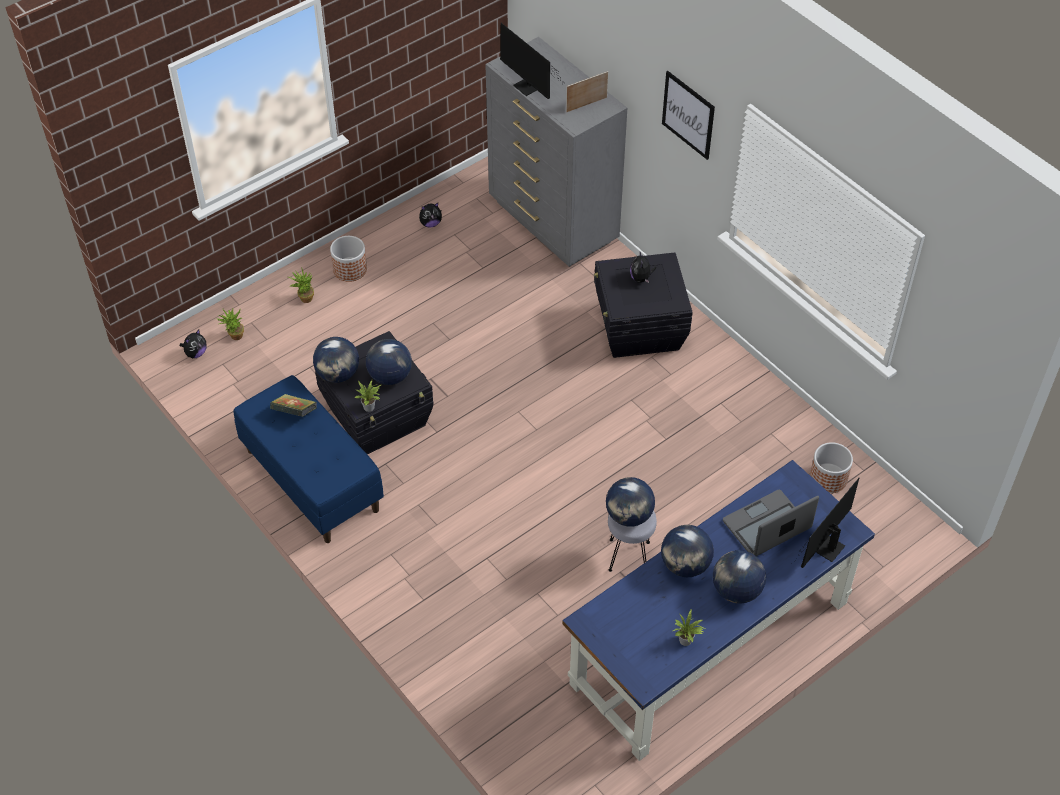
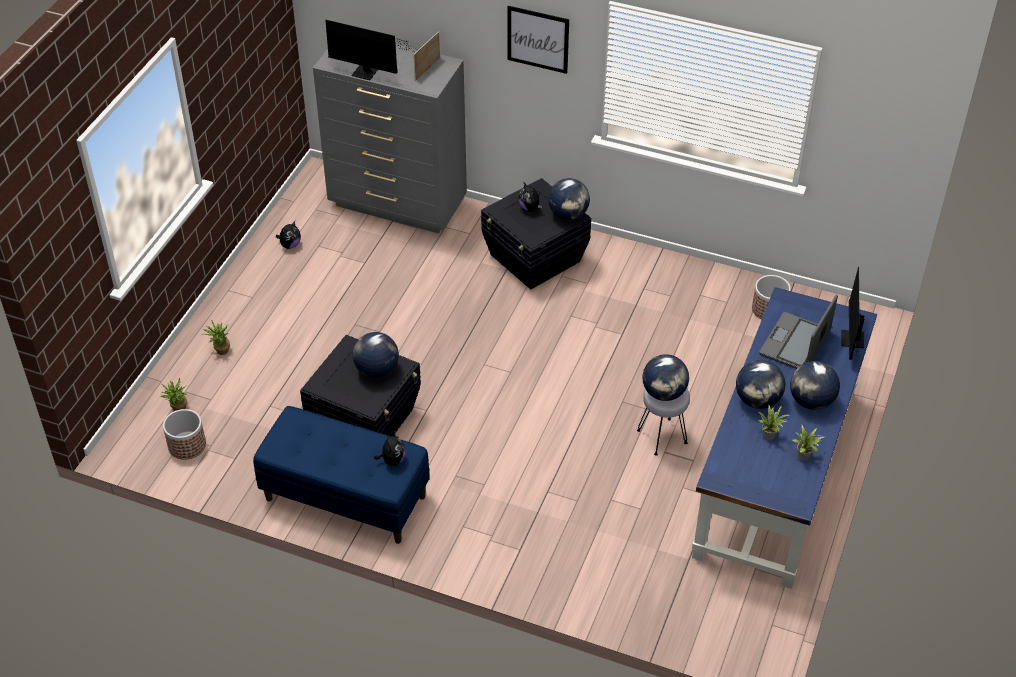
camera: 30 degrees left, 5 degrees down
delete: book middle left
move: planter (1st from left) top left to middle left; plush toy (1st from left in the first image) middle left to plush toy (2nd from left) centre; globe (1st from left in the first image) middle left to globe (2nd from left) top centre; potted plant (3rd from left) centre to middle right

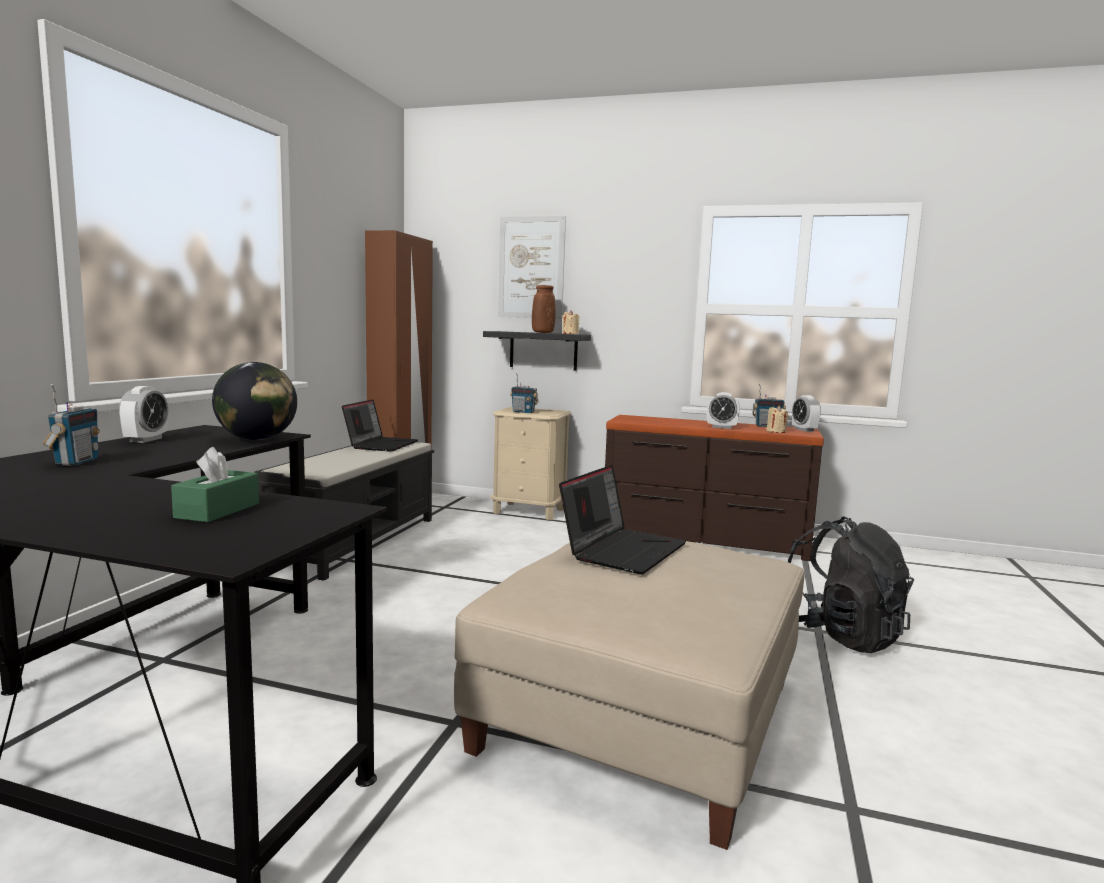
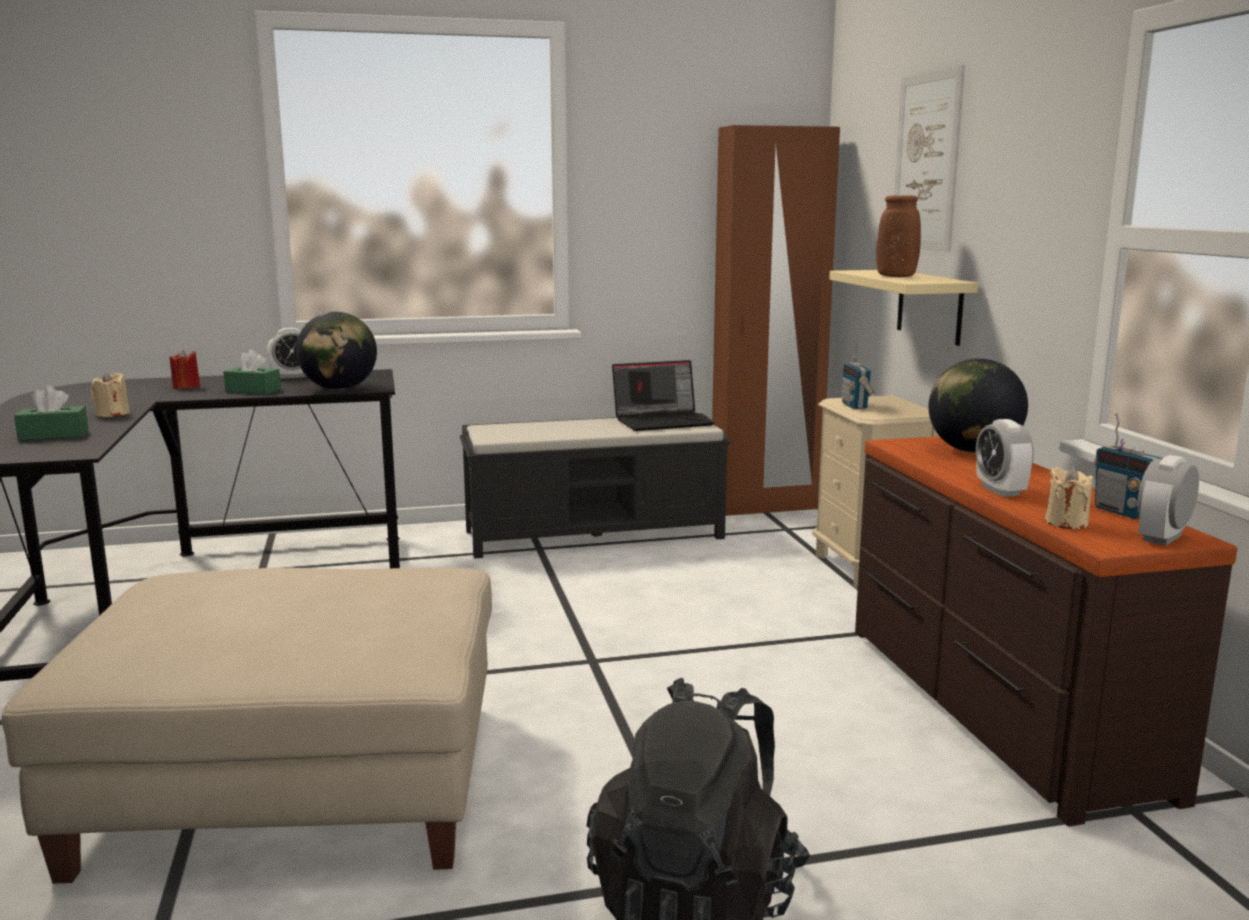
camera: 60 degrees right, 5 degrees up
delete: laptop (2nd from left) centre
insert: green tissue box (2nd from left) middle left; globe (2nd from left) middle right
move: beige candle (1st from left) centre to middle left
replace: radio (1st from left) middle left to red candle middle left
recolor: black shelf centre to beige shelf middle right

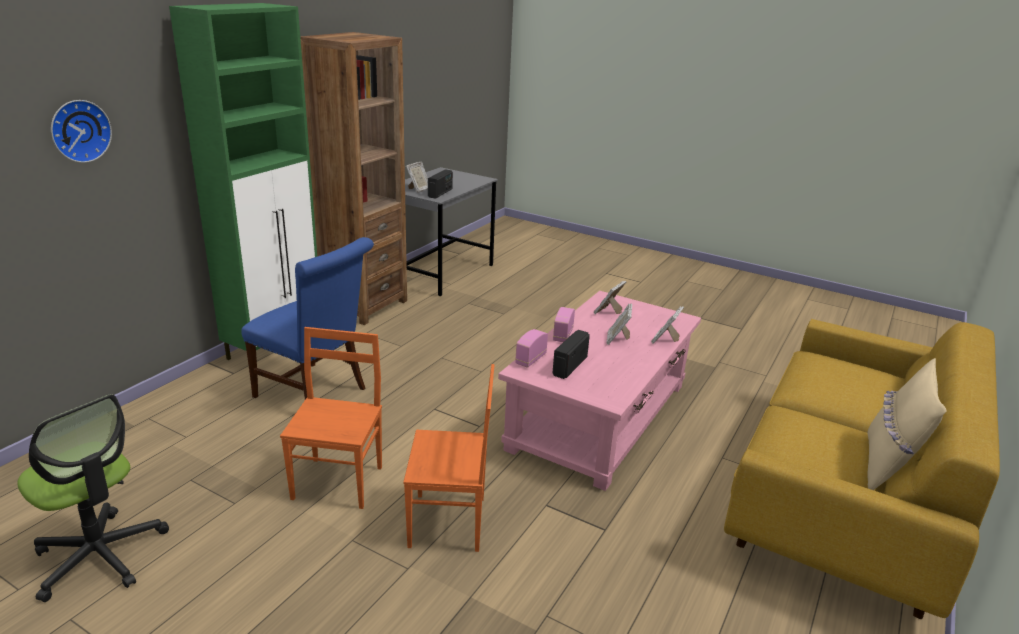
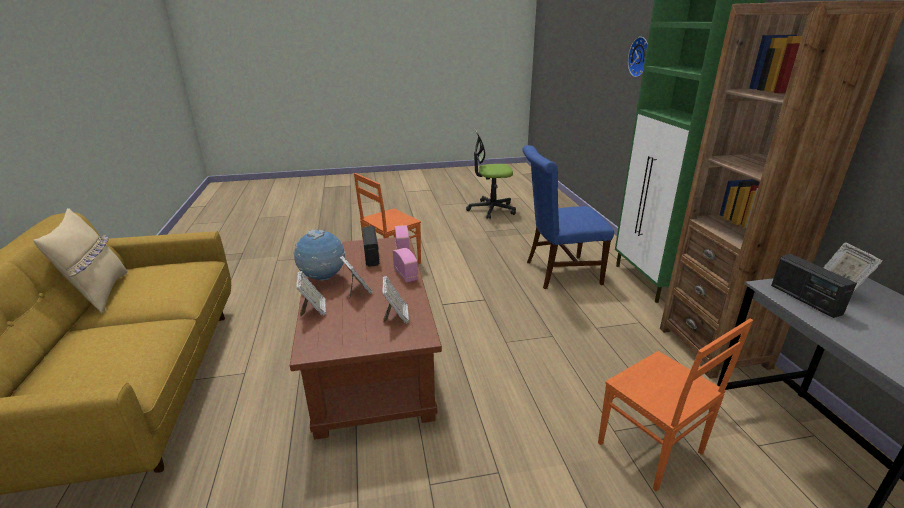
camera: 140 degrees right, 0 degrees up
insert: globe centre
move: orange chair (1st from left in the first image) middle left to orange chair (2nd from left) bottom right
recolor: pink coffee table centre to brown coffee table centre

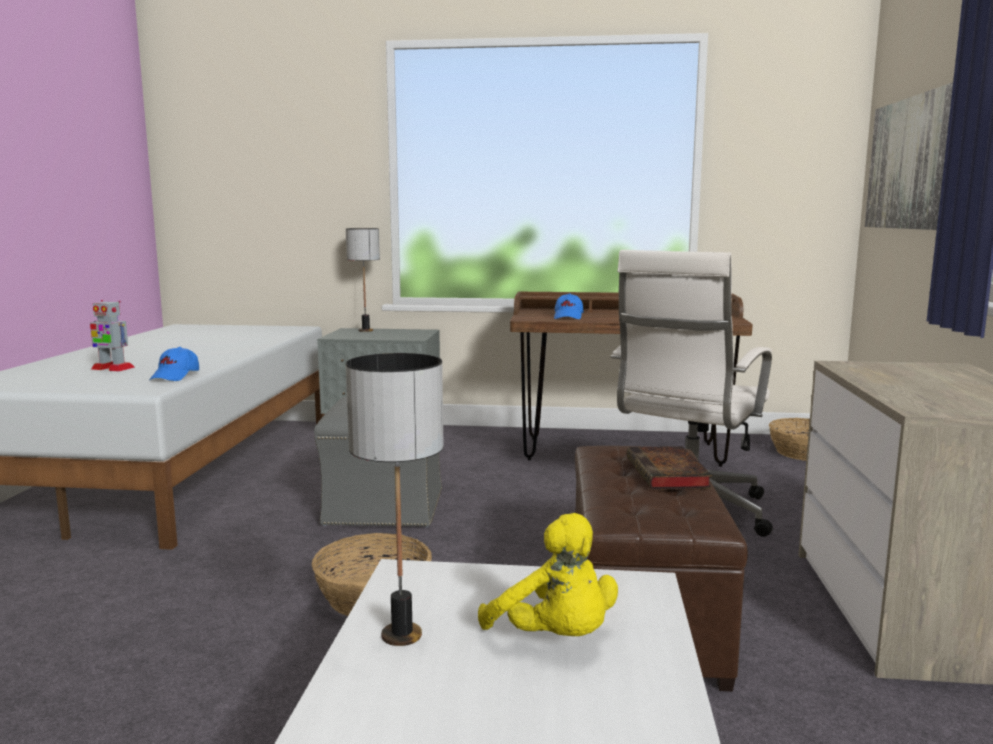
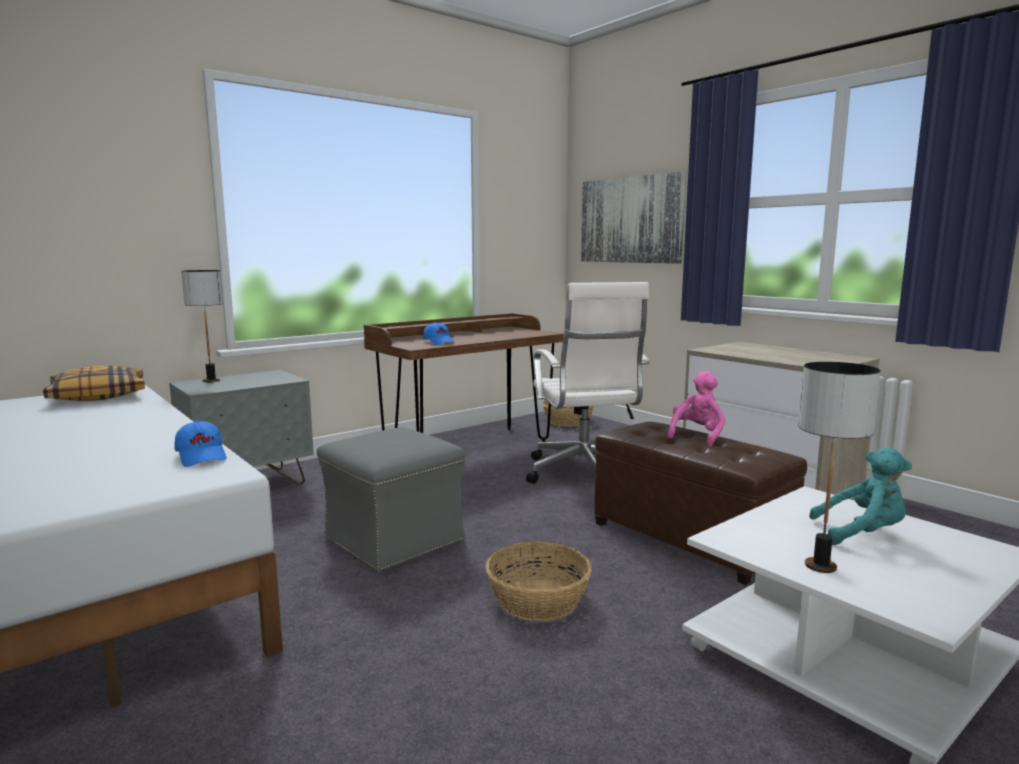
camera: 45 degrees left, 0 degrees up
delete: toy robot middle left
insert: pillow middle left
replace: book middle right to pink plush toy middle right
recolor: yellow plush toy bottom centre to turquoise plush toy middle right

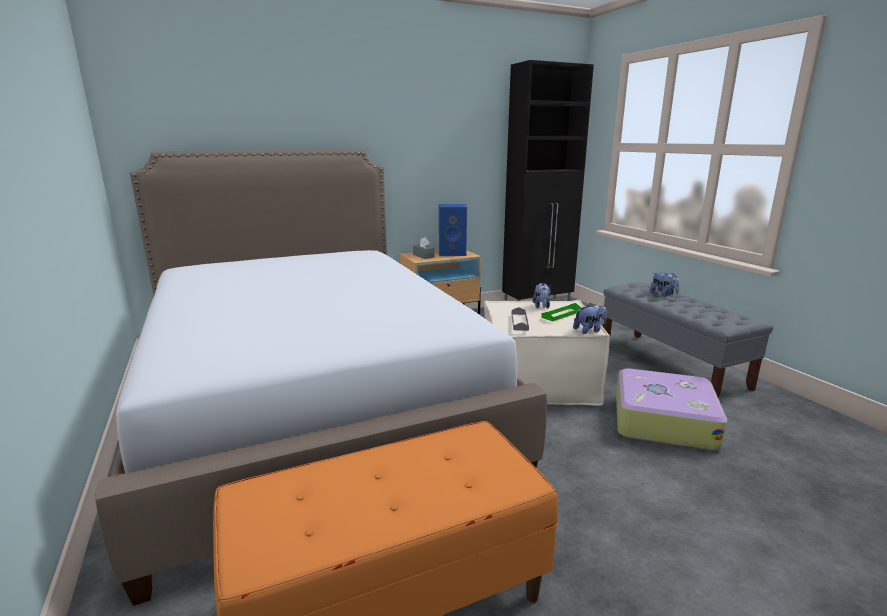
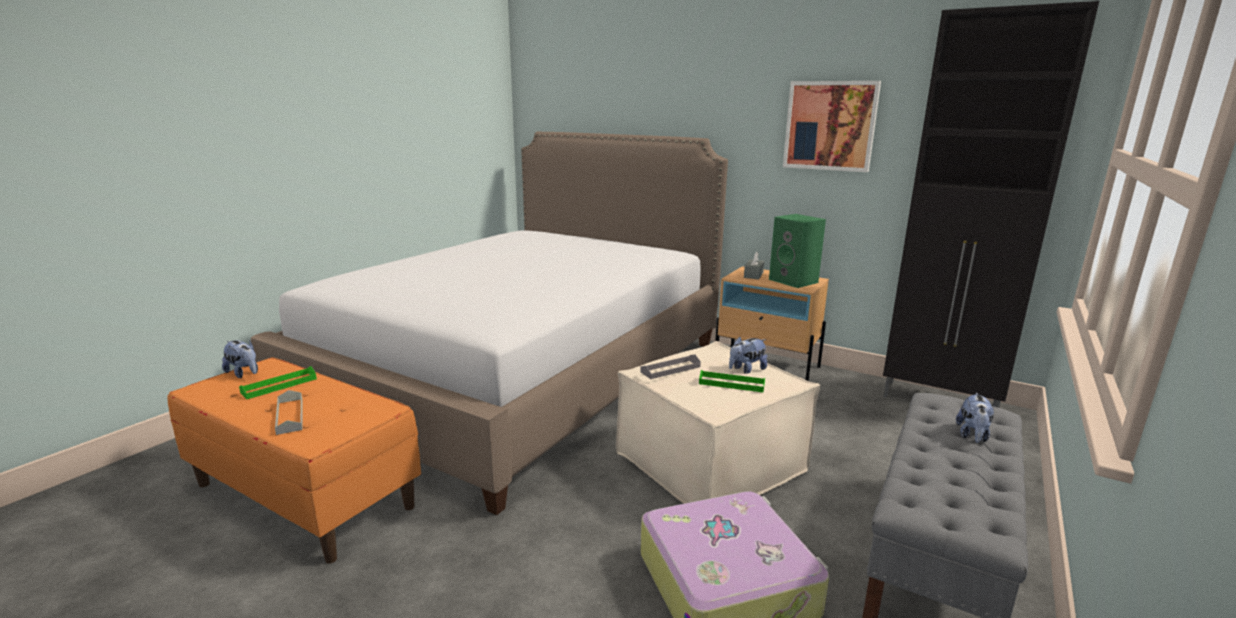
camera: 55 degrees right, 0 degrees up
insert: picture top right; green tray (1st from left) middle left; grey tray (1st from left) bottom left
move: plush toy (2nd from left in the first image) centre to plush toy (1st from left) middle left
recolor: blue speaker centre to green speaker centre

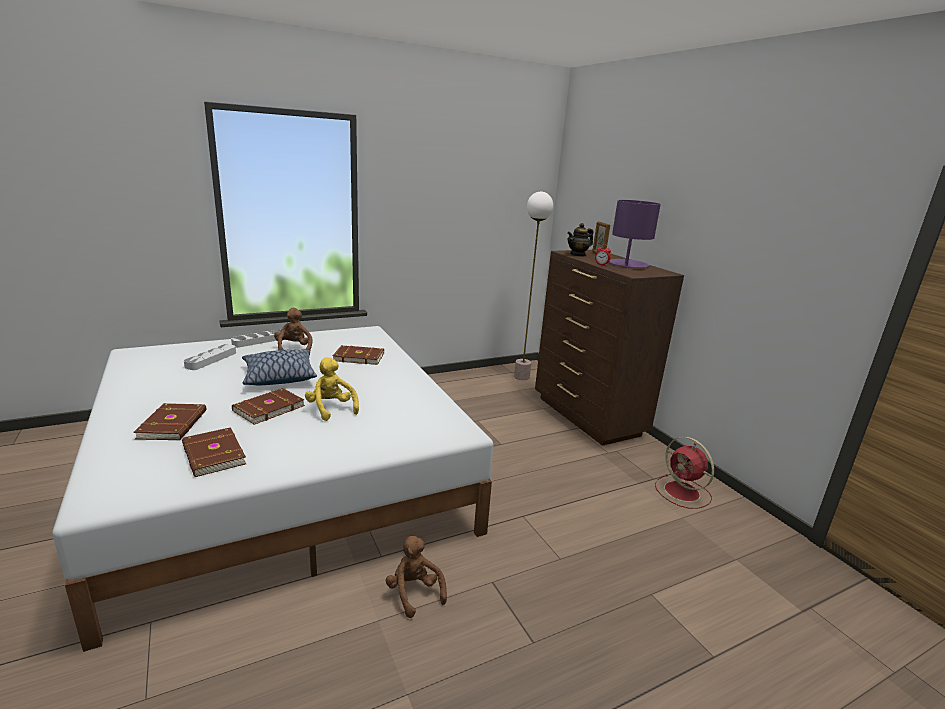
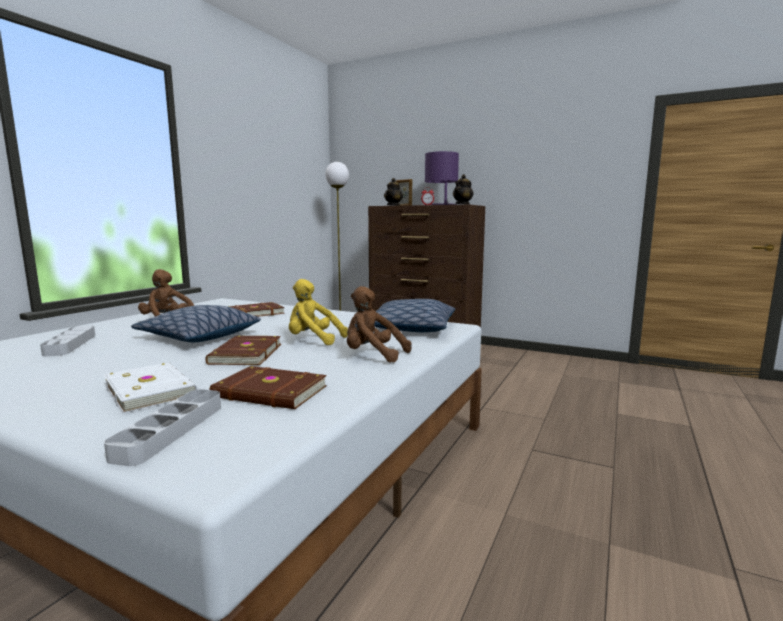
camera: 35 degrees left, 10 degrees down
delete: red fan bottom right
insert: teapot (2nd from left) top centre; pillow (2nd from left) centre
move: grey tray (2nd from left) middle left to bottom left; brown plush toy (2nd from left) bottom centre to centre
recolor: brown book (1st from left) middle left to white book middle left

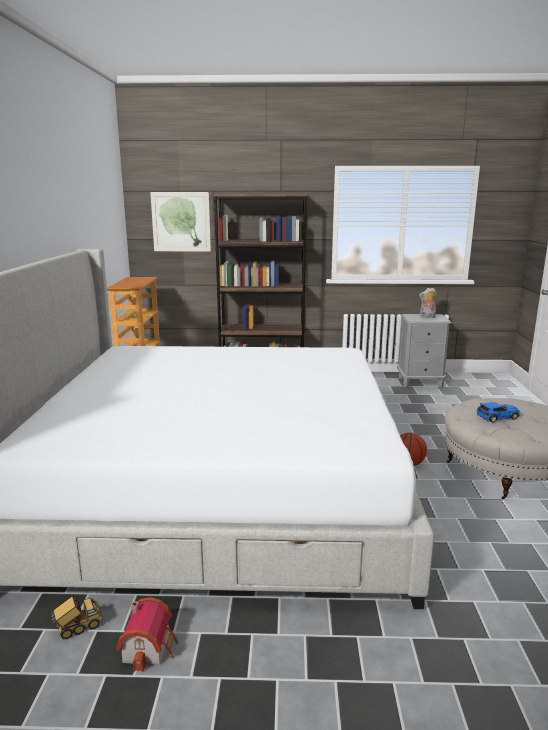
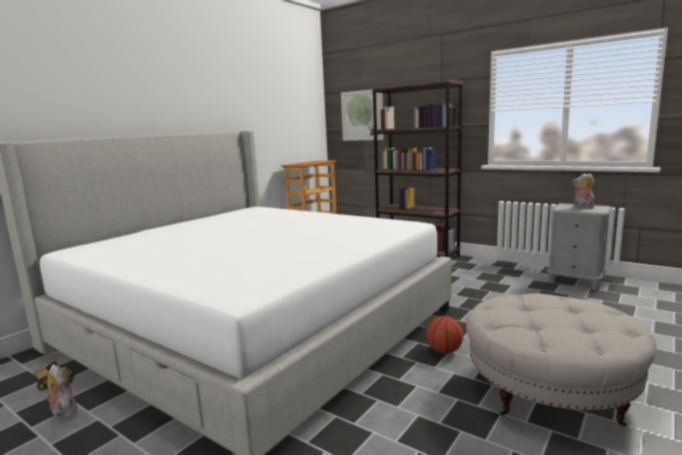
camera: 35 degrees right, 5 degrees down
delete: toy car middle right
replace: toy house bottom left to plush toy (1st from left) bottom left

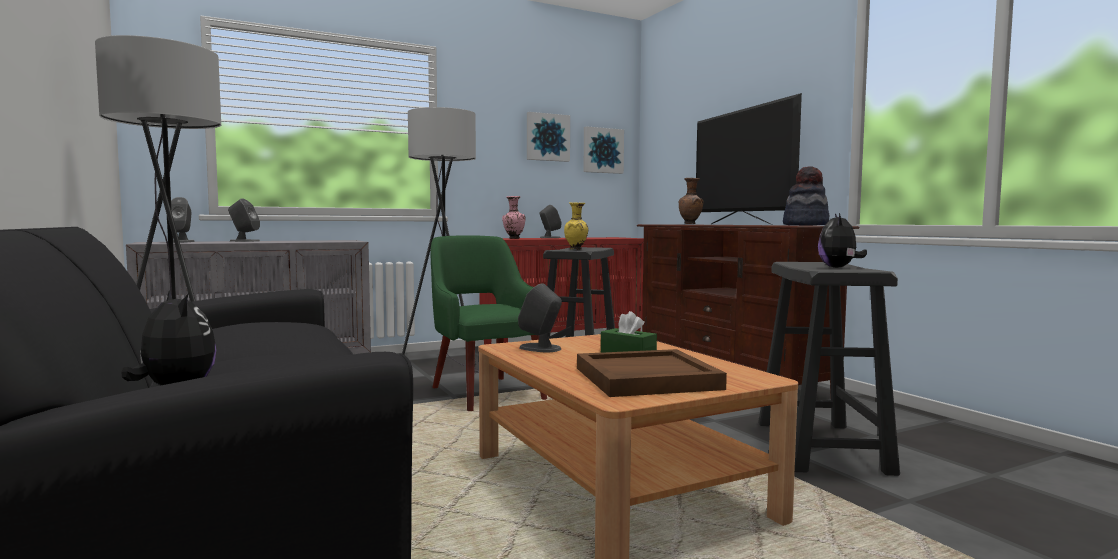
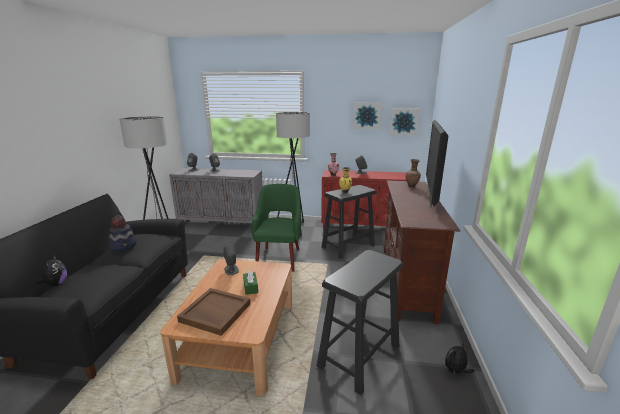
camera: 35 degrees right, 15 degrees up
move: hat middle right to middle left; plush toy (2nd from left) middle right to bottom right

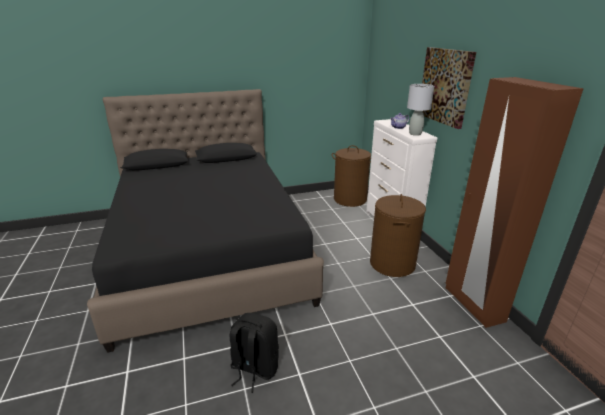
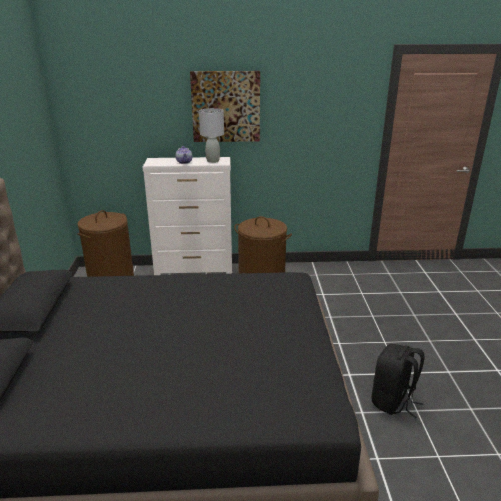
camera: 75 degrees left, 0 degrees up
delete: brown wardrobe middle right

